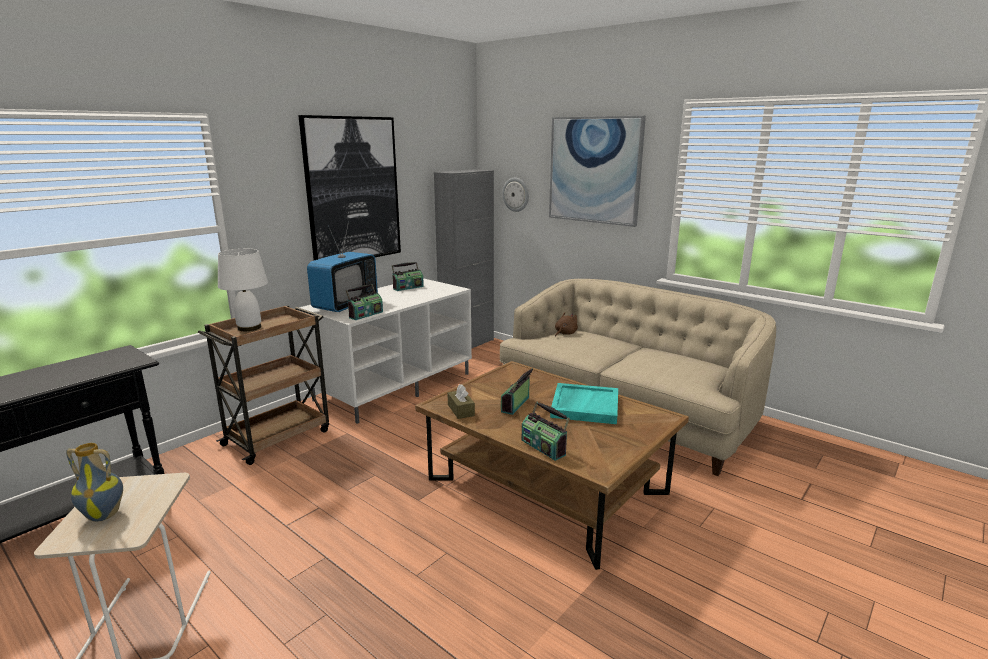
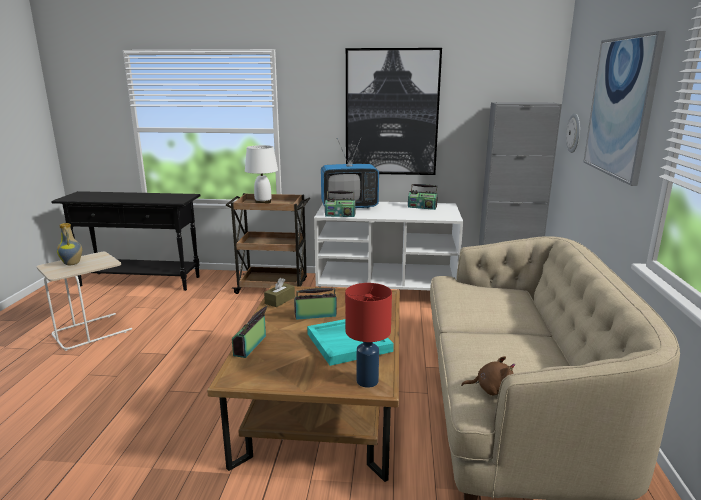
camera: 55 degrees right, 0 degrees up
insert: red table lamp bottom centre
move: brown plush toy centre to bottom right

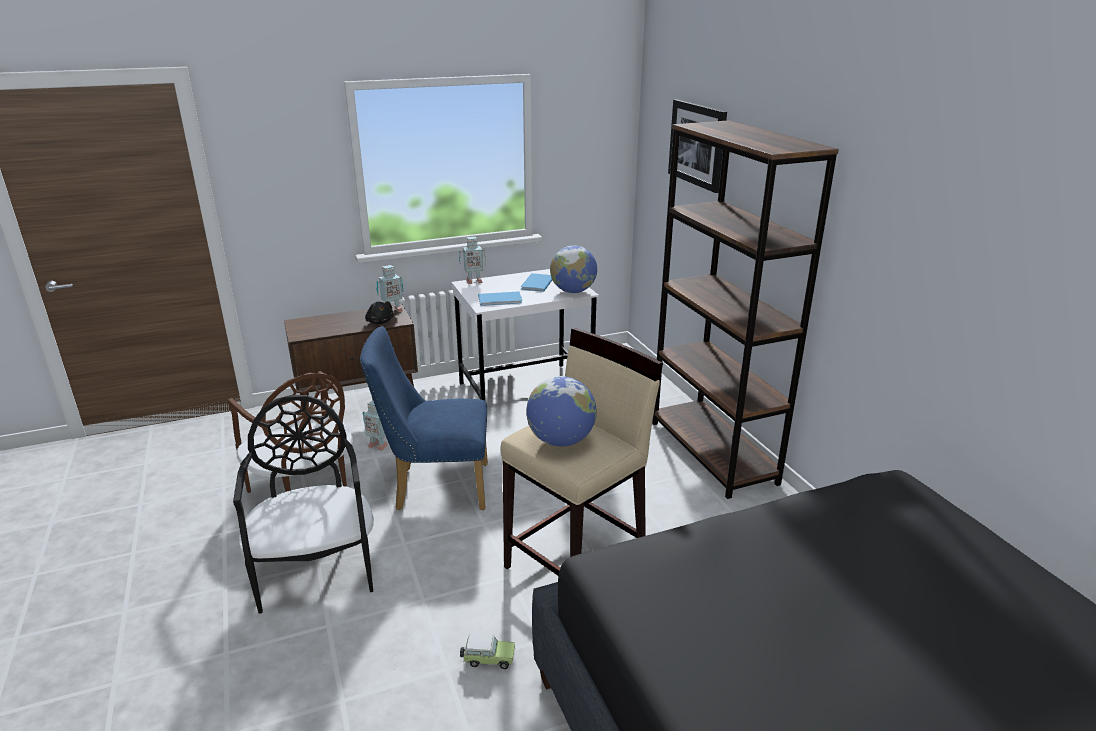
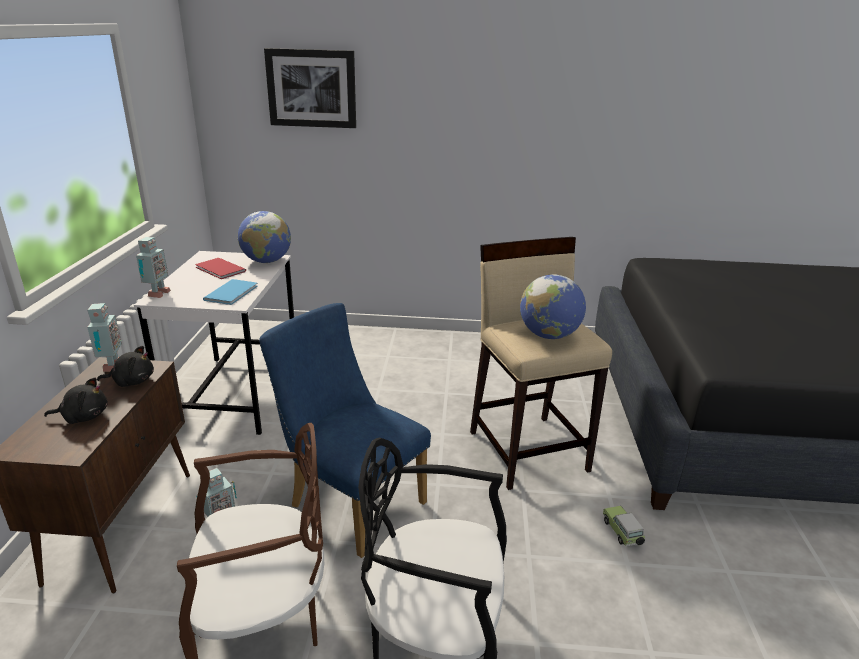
camera: 65 degrees left, 0 degrees up
delete: brown bookcase middle right
insert: black plush toy (1st from left) middle left
recolor: blue book (2nd from left) centre to red book middle left
rotate: blue chair centre = centre 105 degrees clockwise; toy car bottom centre = bottom right 45 degrees counterclockwise

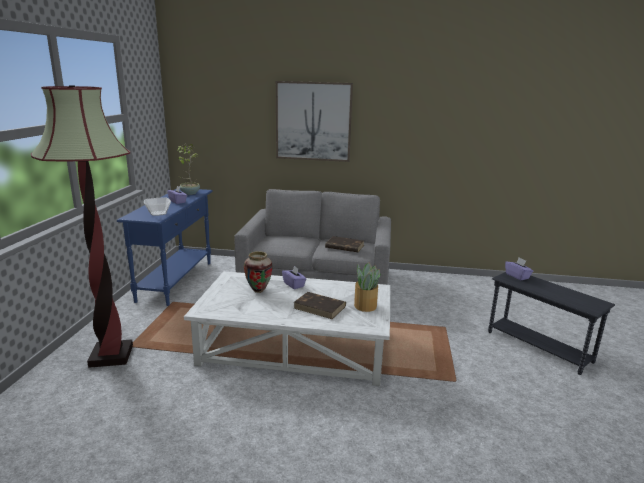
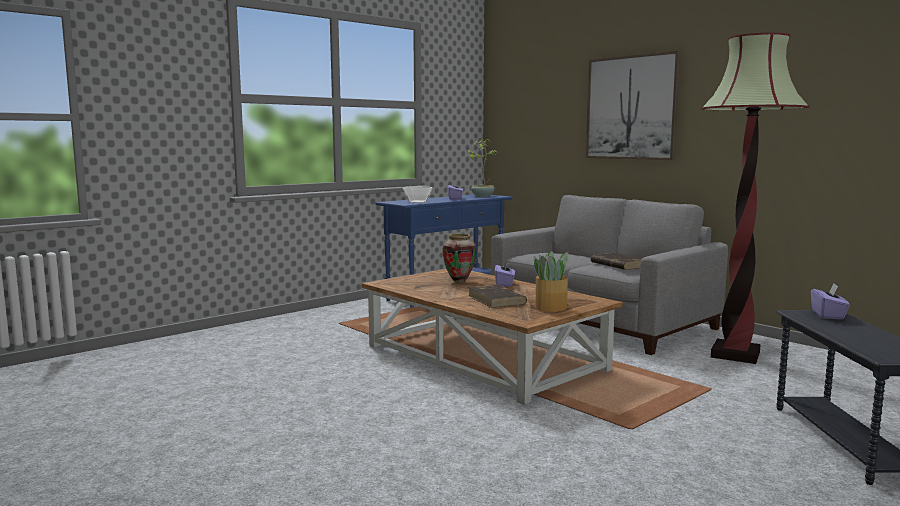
camera: 40 degrees right, 10 degrees down
move: floor lamp middle left to middle right
recolor: white coffee table bottom centre to brown coffee table centre

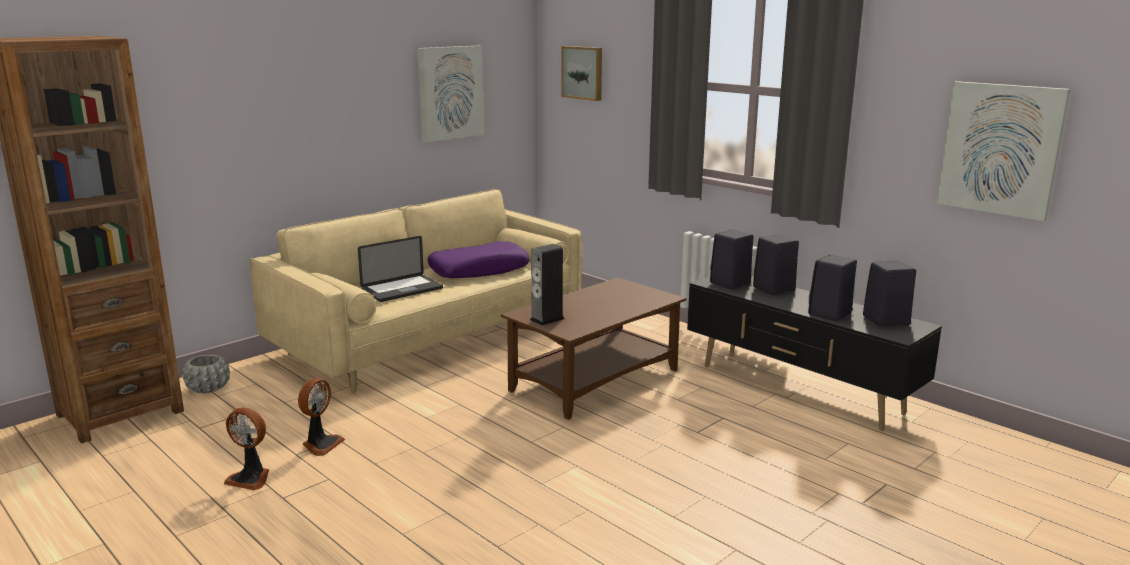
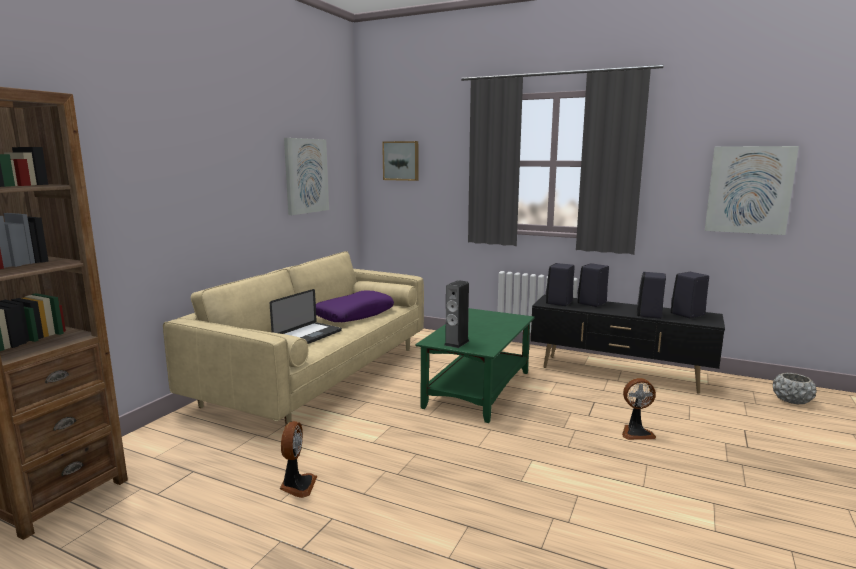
camera: 20 degrees left, 5 degrees down
move: grey planter middle left to bottom right; fan (1st from left in the first image) bottom left to fan (2nd from left) bottom right
recolor: brown coffee table centre to green coffee table centre

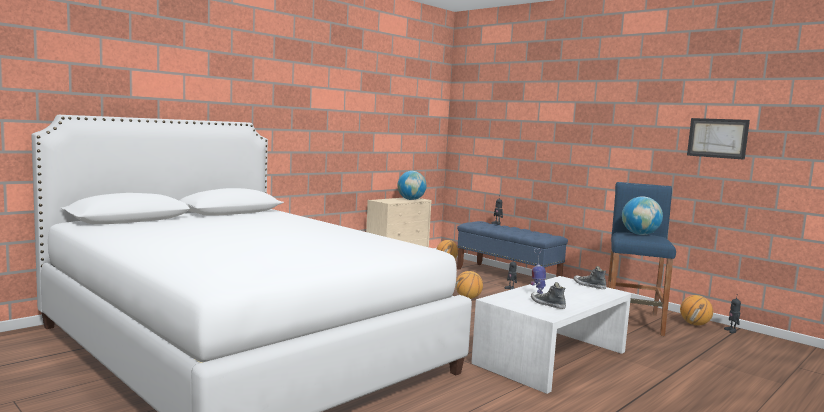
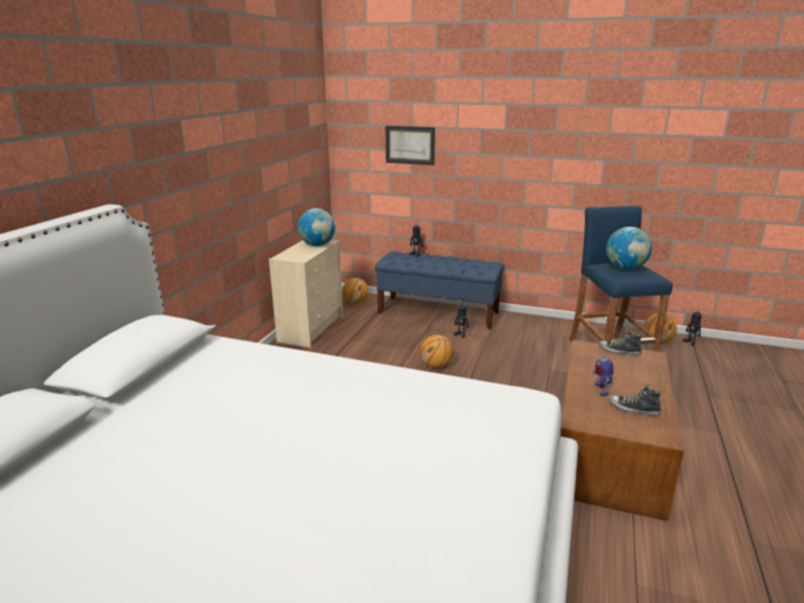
camera: 25 degrees left, 15 degrees up
move: picture middle right to top centre
recolor: white coffee table bottom right to brown coffee table bottom right

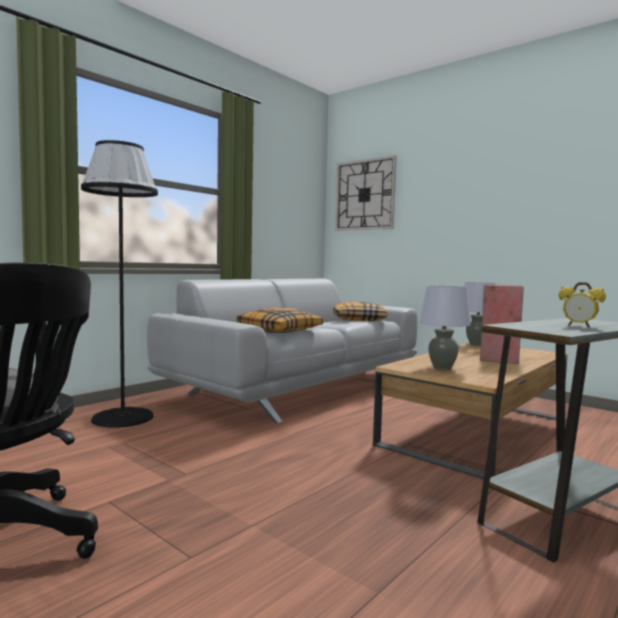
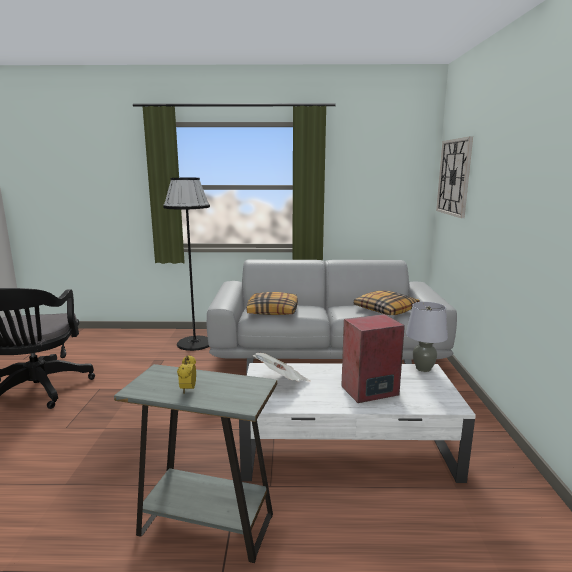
camera: 50 degrees right, 10 degrees up
replace: grey table lamp (1st from left) middle right to newspaper centre
recolor: brown coffee table middle right to white coffee table bottom centre

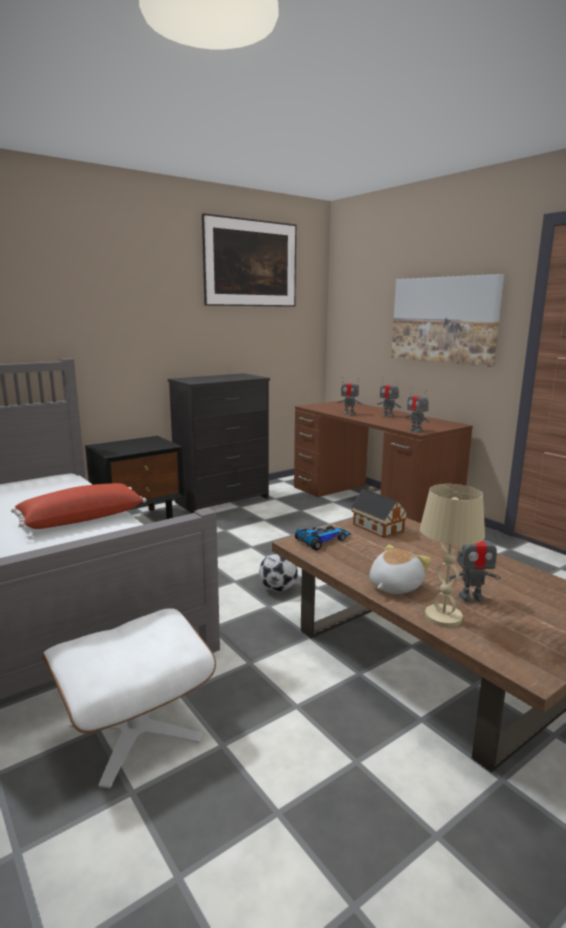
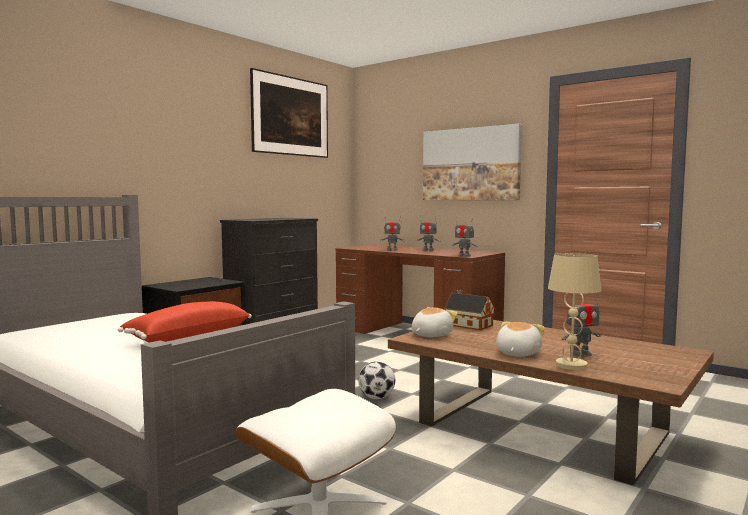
camera: 15 degrees left, 10 degrees down
replace: toy car centre to plush toy (1st from left) centre

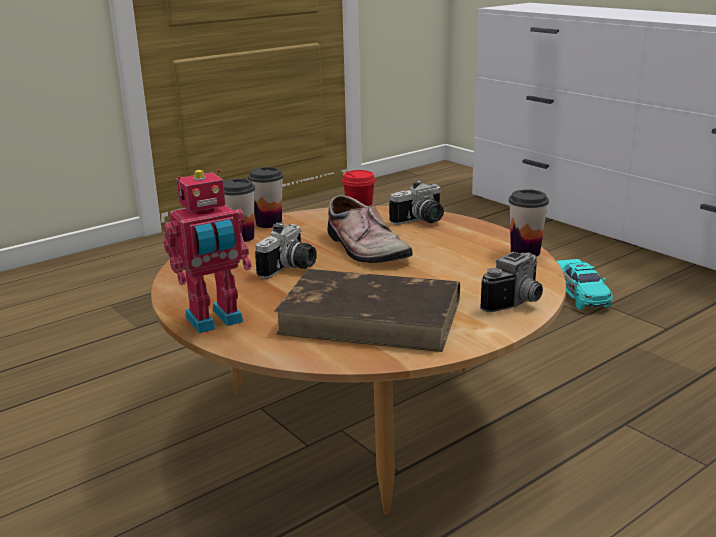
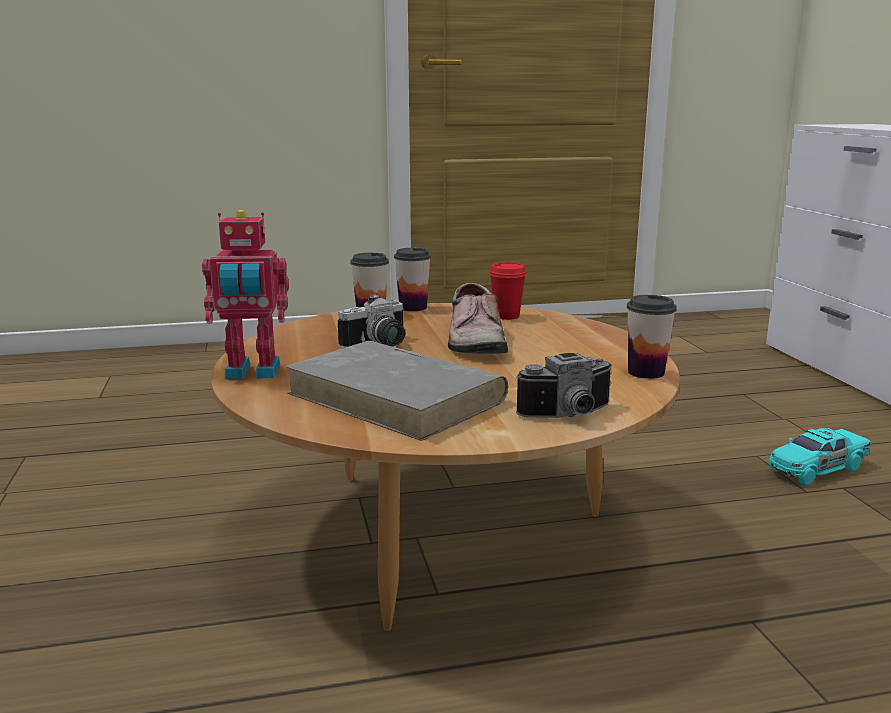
camera: 25 degrees right, 5 degrees down
delete: photo camera (2nd from left) centre
recolor: brown book centre to grey book centre
rotate: turquoise toy car middle right = middle right 45 degrees clockwise

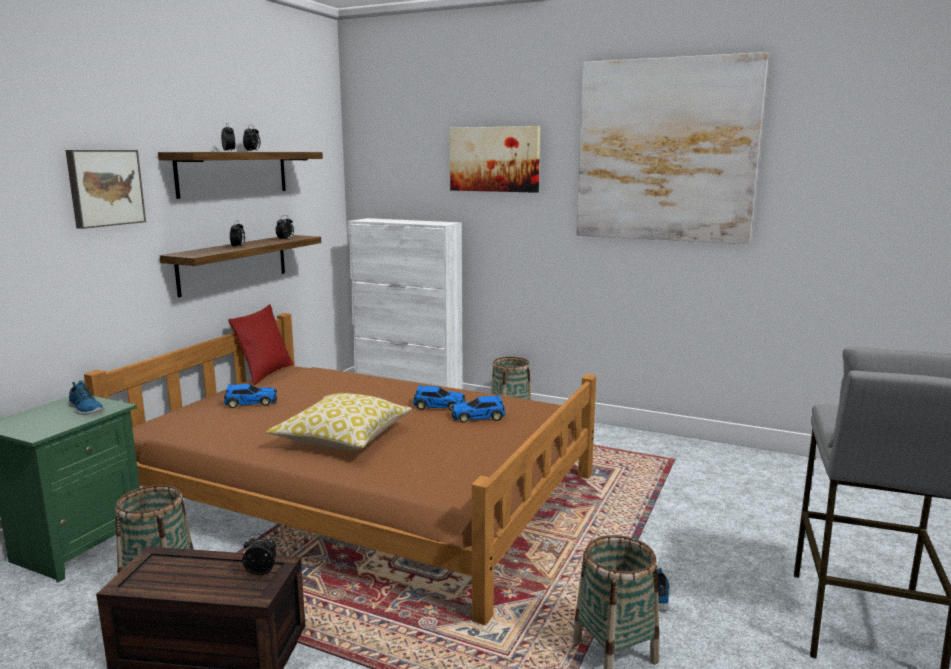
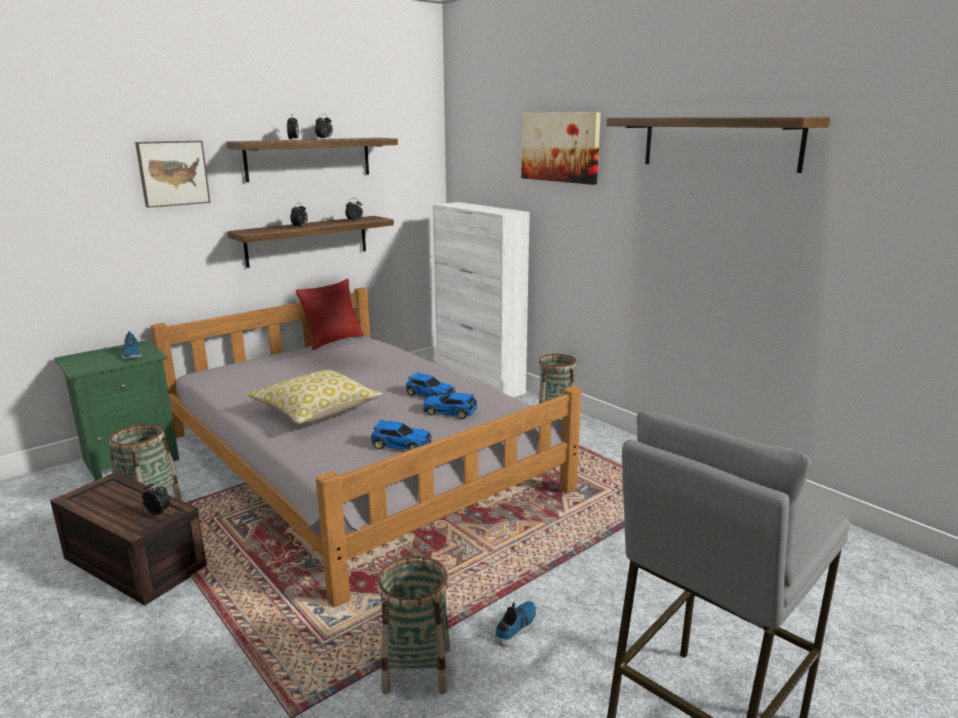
camera: 25 degrees right, 5 degrees up
move: toy car (1st from left) middle left to centre
replace: picture (3rd from left) top right to shelf (3rd from left) top right
recolor: brown bed bottom centre to grey bed centre

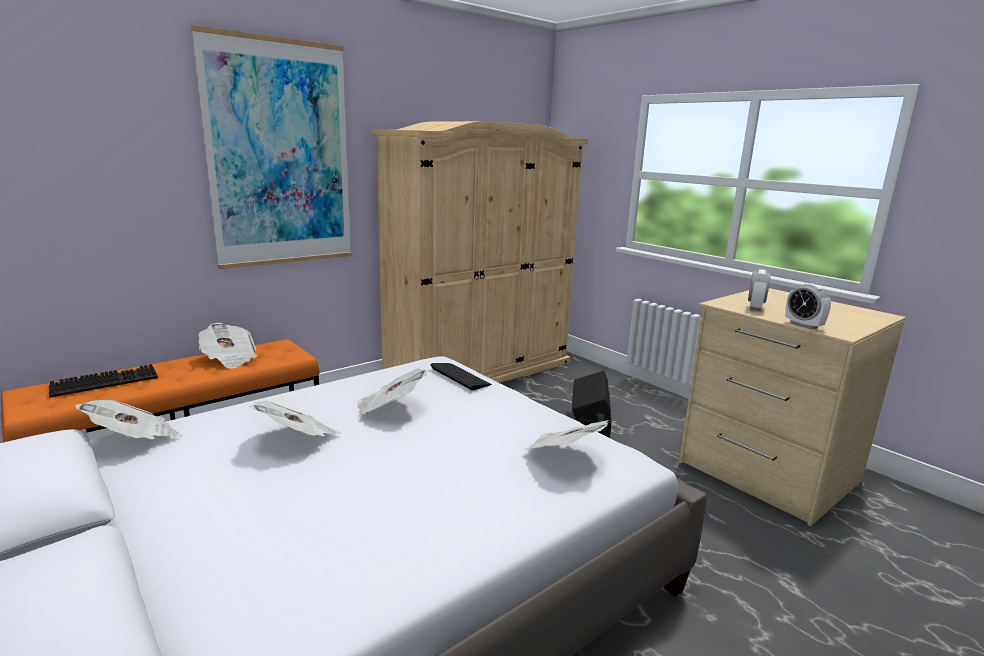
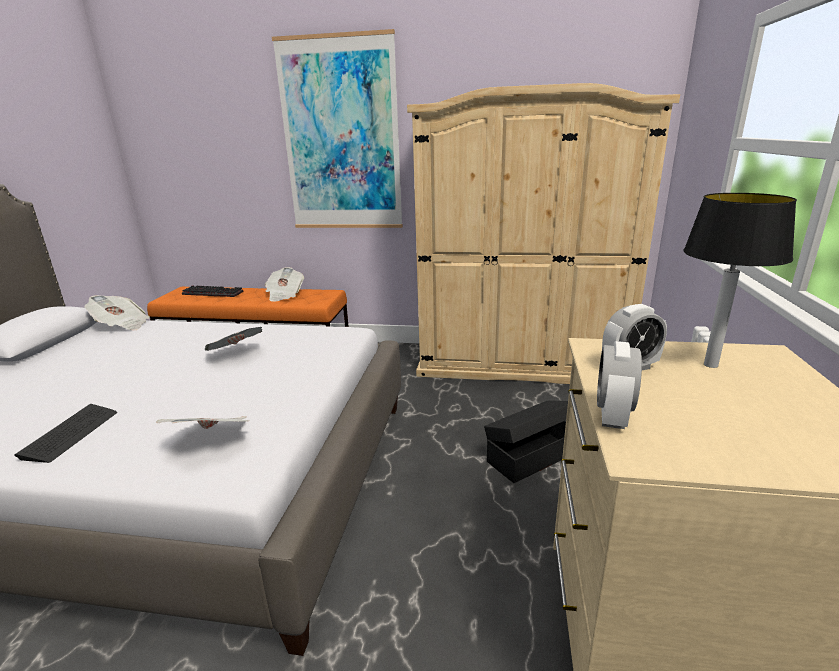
camera: 50 degrees right, 5 degrees up
delete: newspaper (3rd from left) middle left
insert: table lamp middle right
move: keyboard (2nd from left in the first image) centre to keyboard (1st from left) middle left

